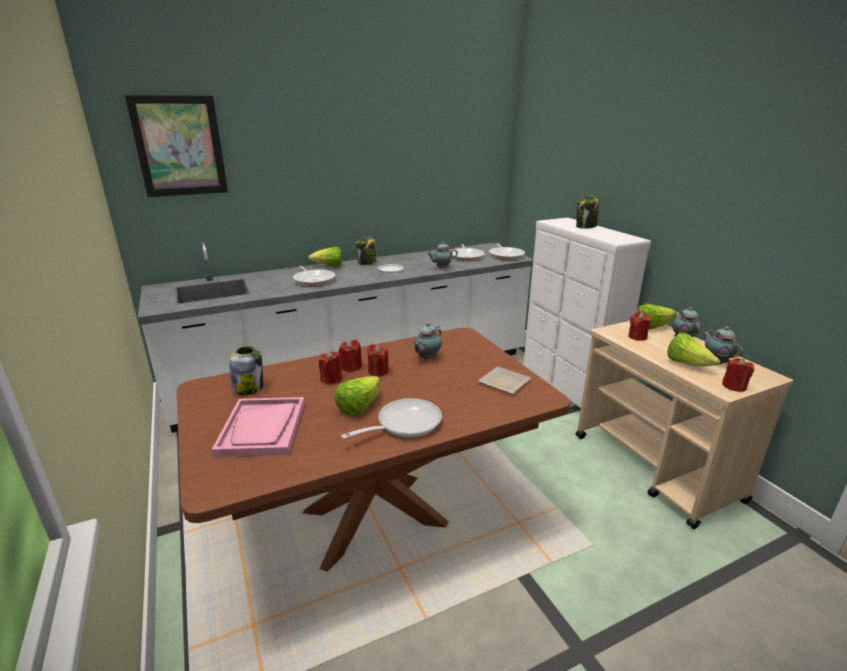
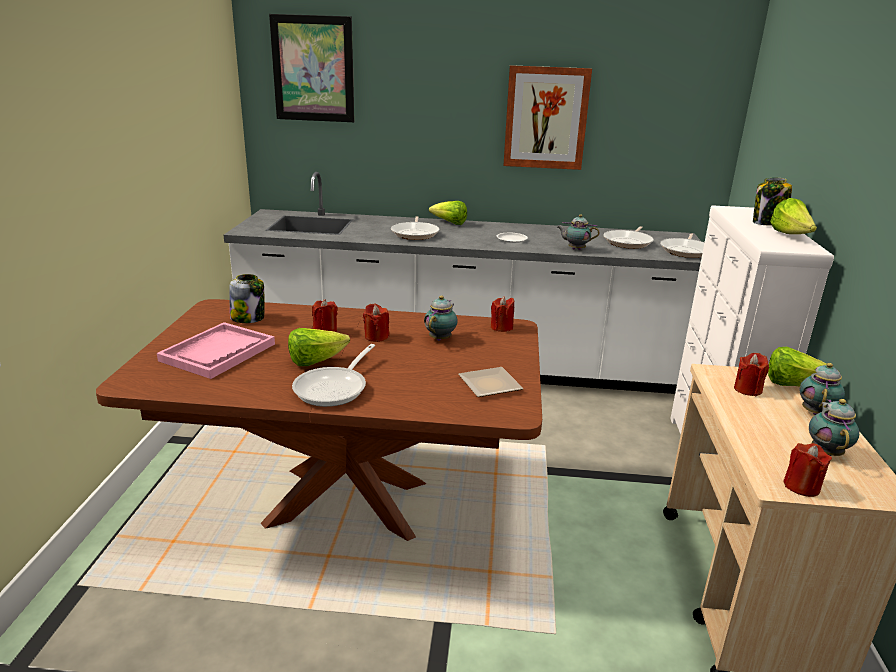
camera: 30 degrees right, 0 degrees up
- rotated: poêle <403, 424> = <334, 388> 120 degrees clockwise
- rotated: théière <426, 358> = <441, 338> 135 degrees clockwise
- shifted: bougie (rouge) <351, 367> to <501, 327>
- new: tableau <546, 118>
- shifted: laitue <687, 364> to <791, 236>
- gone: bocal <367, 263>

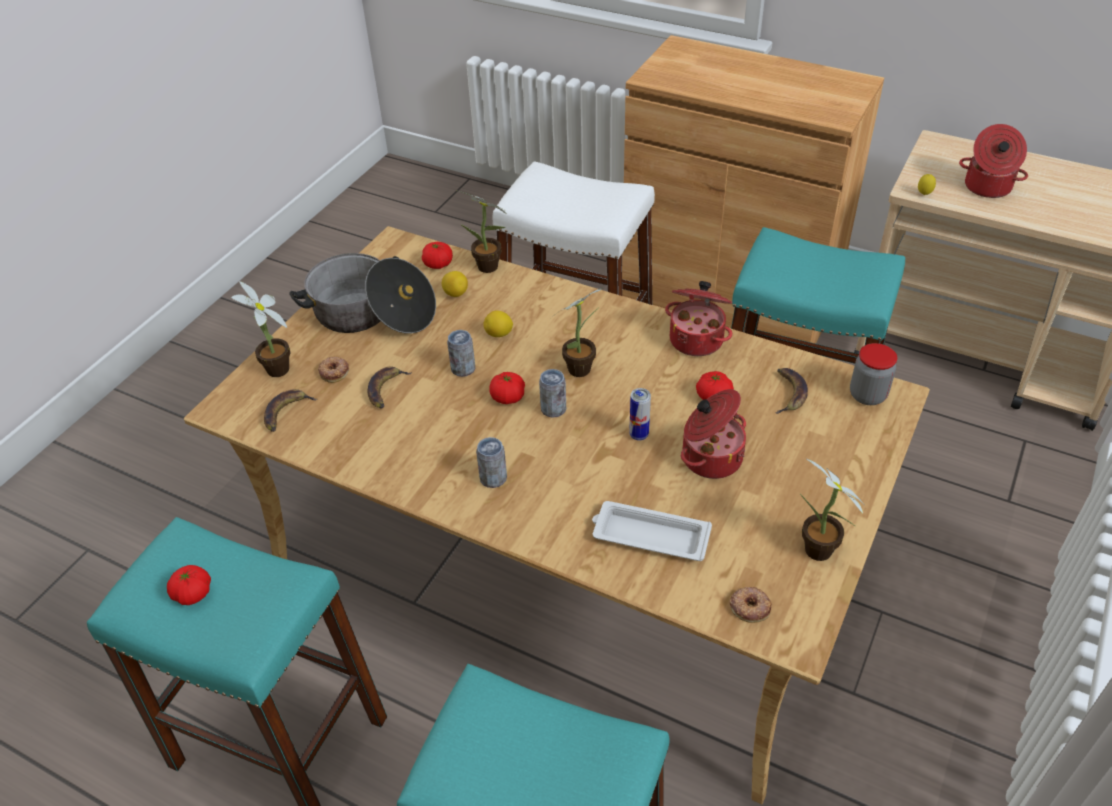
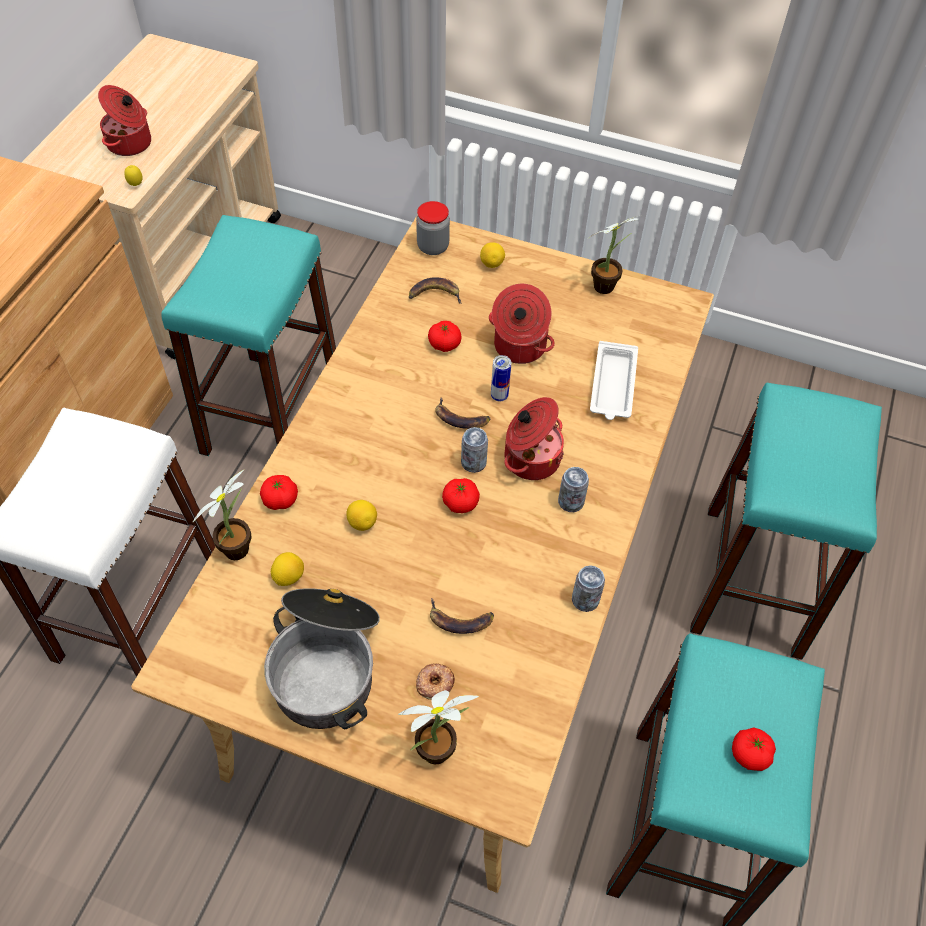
camera: 100 degrees left, 10 degrees up
- shifted: tomate <438, 264> to <280, 499>
- shifted: banane <286, 412> to <460, 418>
- new: citron <492, 264>
- shifted: marmite <697, 339> to <530, 458>
- shifted: boîte métallique <463, 369> to <585, 600>
- gone: plante en pot <583, 368>
- gone: beignet <750, 606>

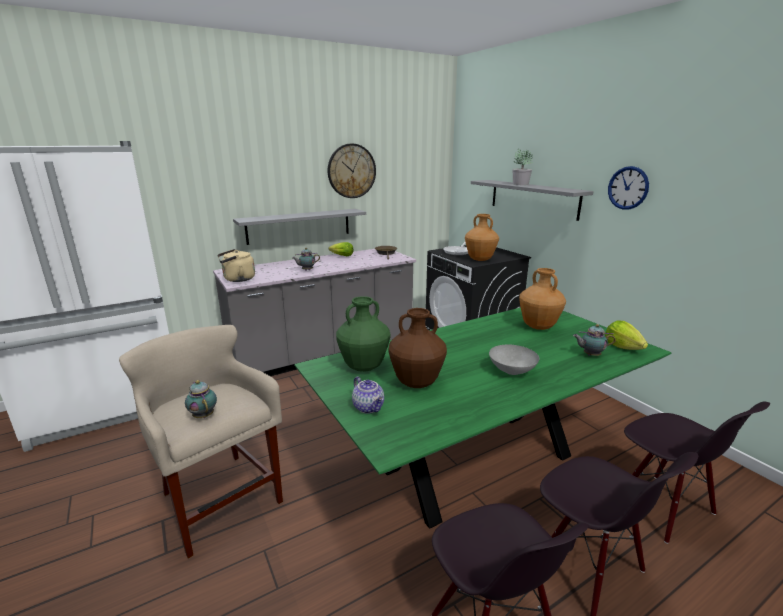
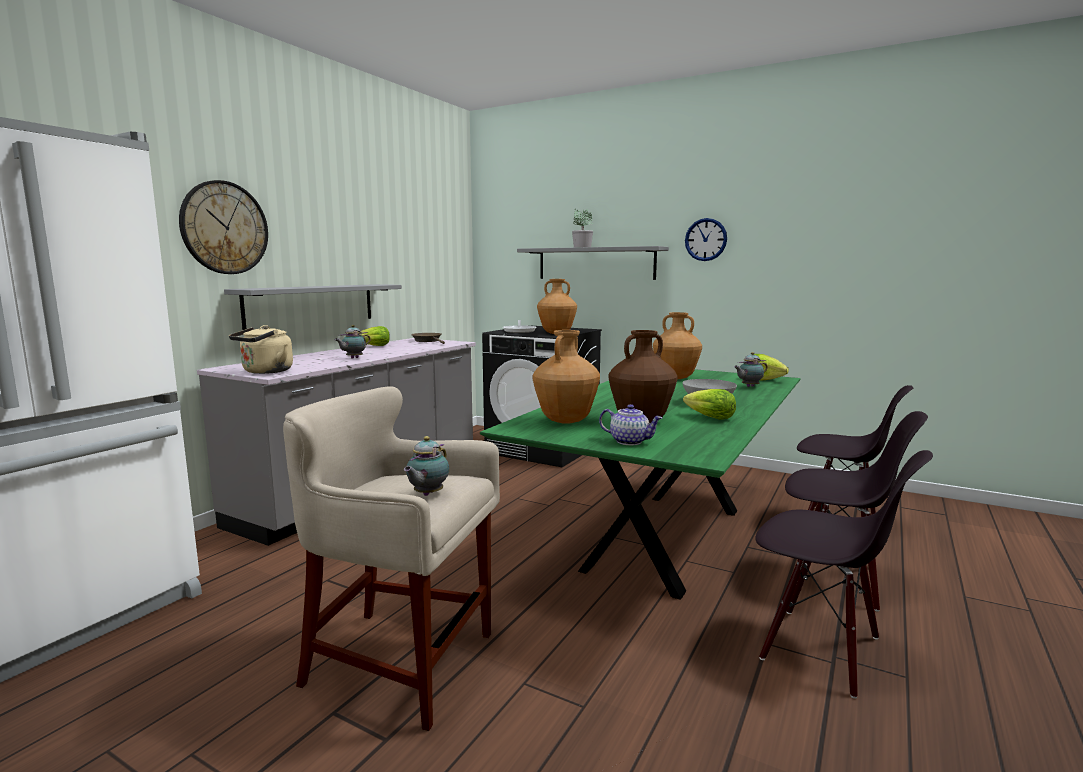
camera: 30 degrees left, 10 degrees down
- shifted: horloge murale <351, 171> to <224, 228>
- rotated: théière <203, 415> = <427, 494> 90 degrees counterclockwise
- repainted: vase (vert) <364, 367> to vase (marron) <566, 421>
- new: laitue <709, 417>

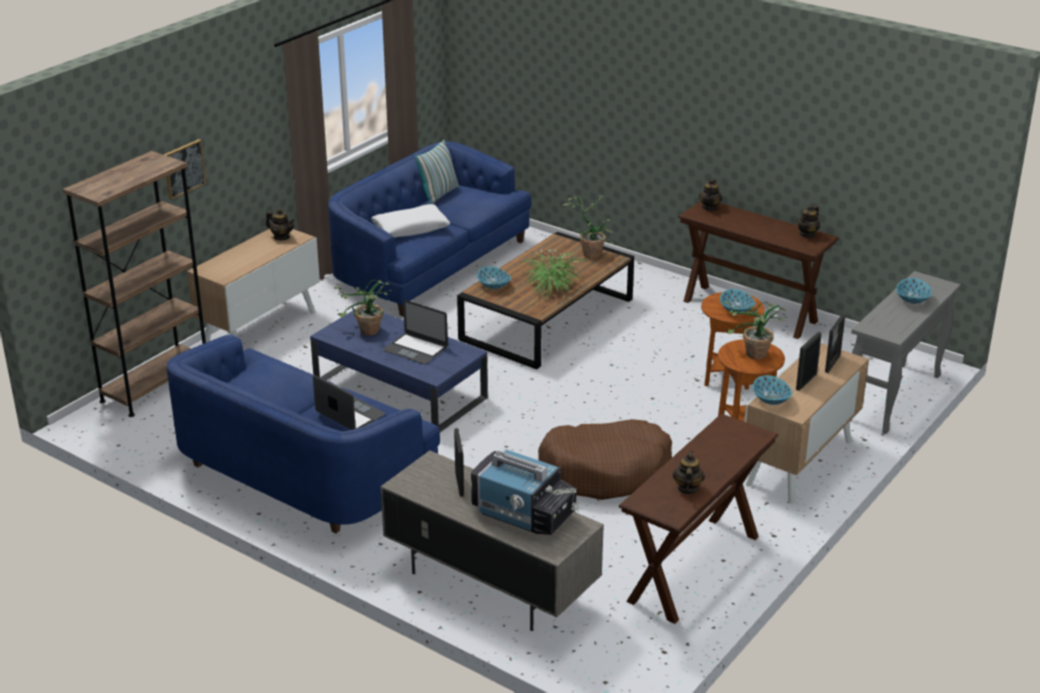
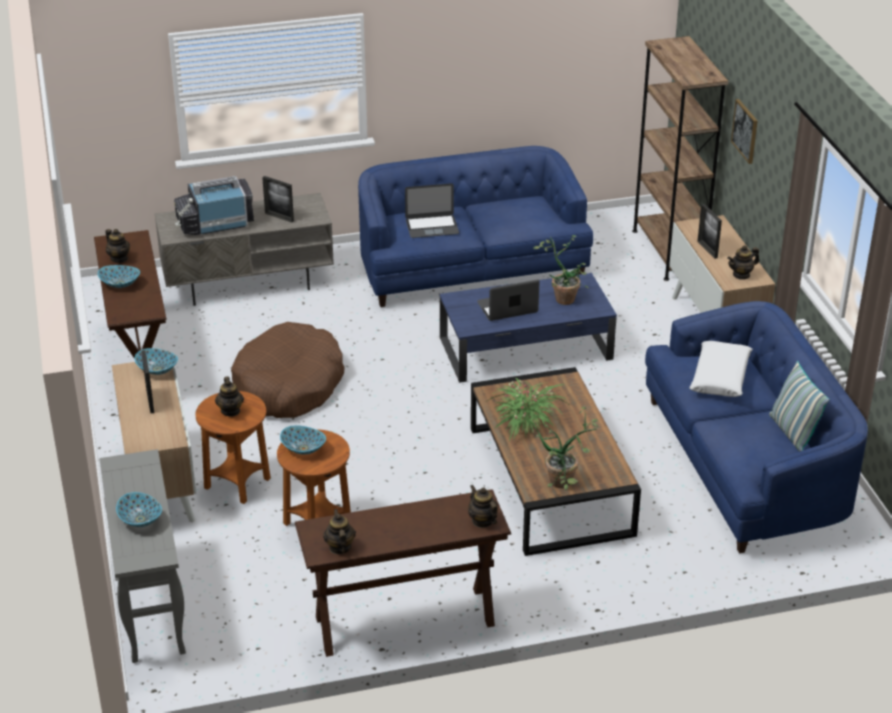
camera: 130 degrees right, 5 degrees up
- shifted: bol <494, 285> to <120, 284>
- swapped: plante en pot <751, 355> to théière <230, 411>
- shifted: cadre photo <832, 363> to <707, 249>

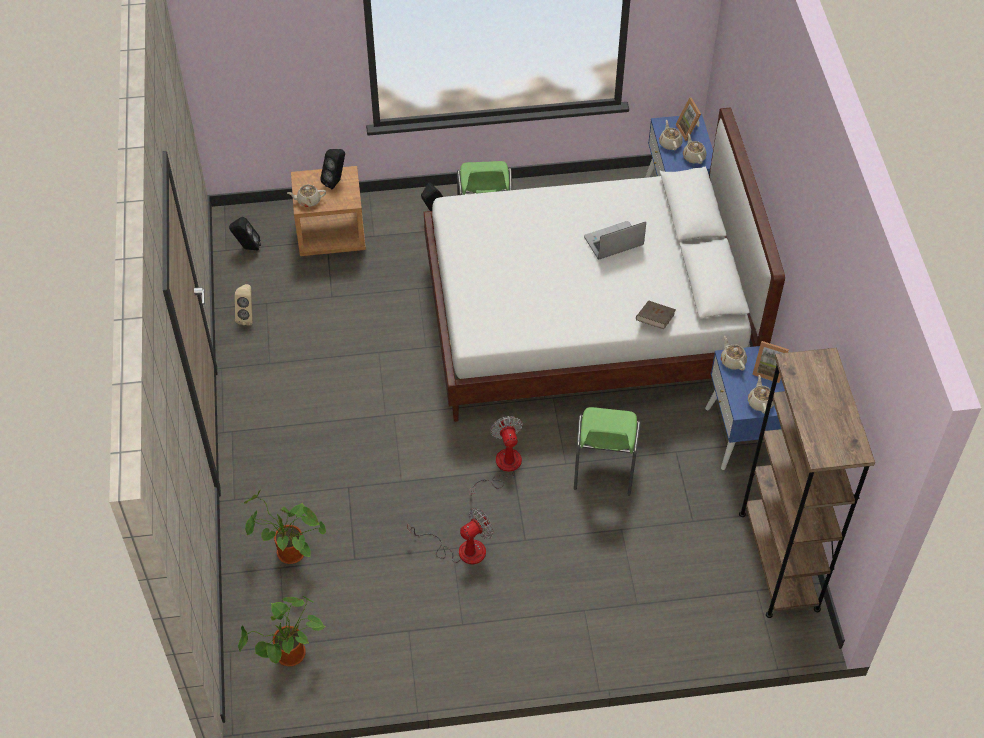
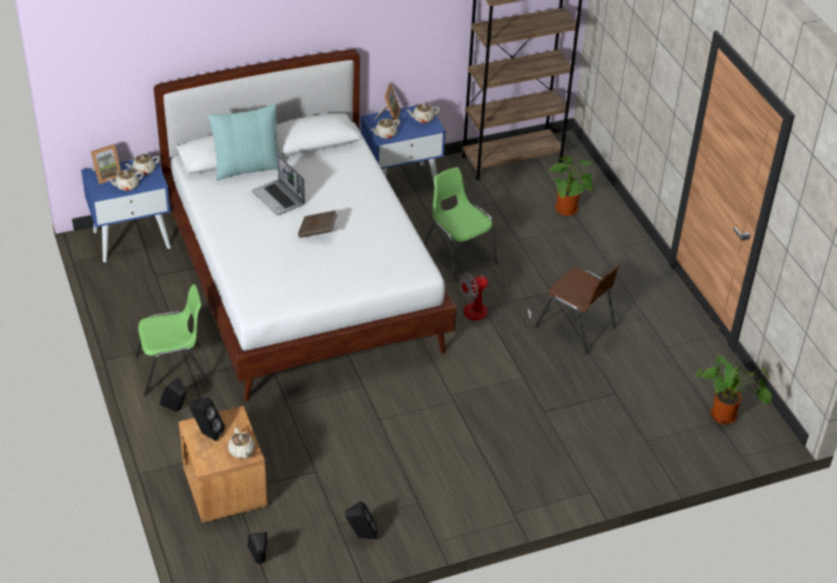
camera: 105 degrees left, 10 degrees down
- new: coussin <247, 167>
- shifted: livre (marron) <654, 321> to <317, 231>
- repainted: enceinte (beige) <248, 317> to enceinte (noir) <361, 536>
- rotated: chaise (vert) <604, 465> = <458, 255> 120 degrees counterclockwise
- swapped: ventilateur <461, 550> to chaise (marron) <576, 327>
- shifted: plante en pot <287, 553> to <568, 211>

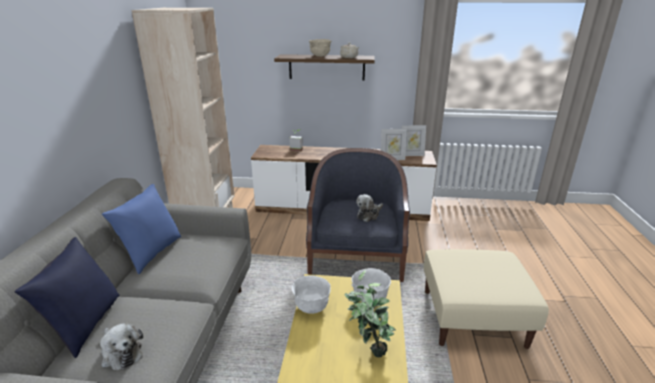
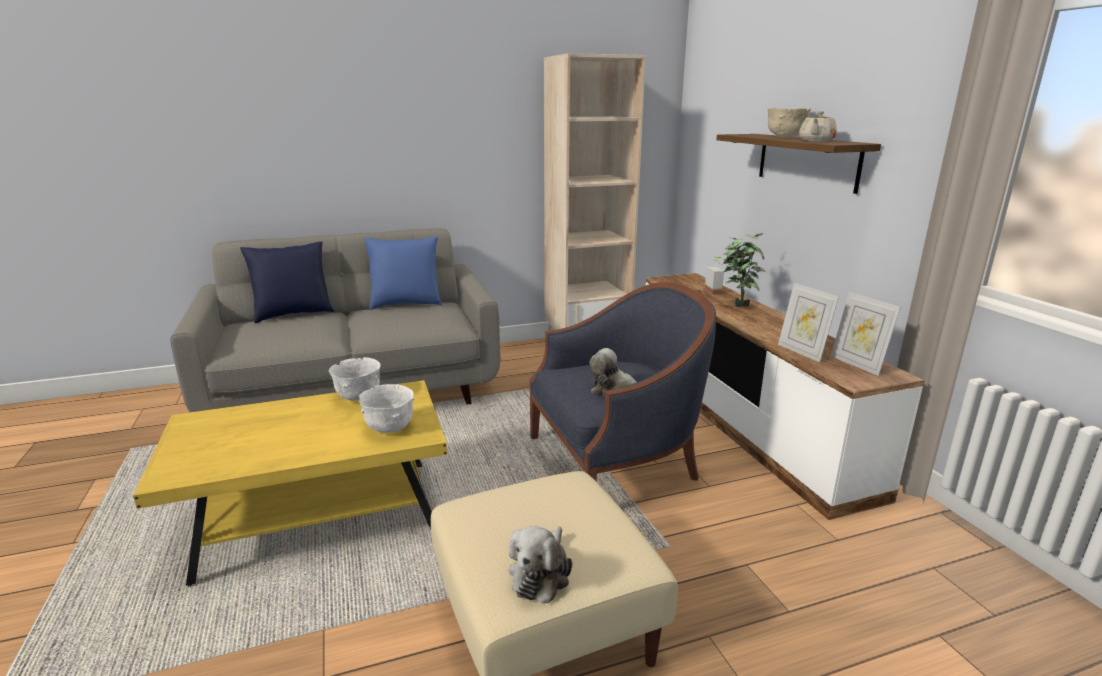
camera: 65 degrees right, 5 degrees down
- shifted: peluche <121, 353> to <541, 573>
- shifted: plante en pot <368, 350> to <738, 304>

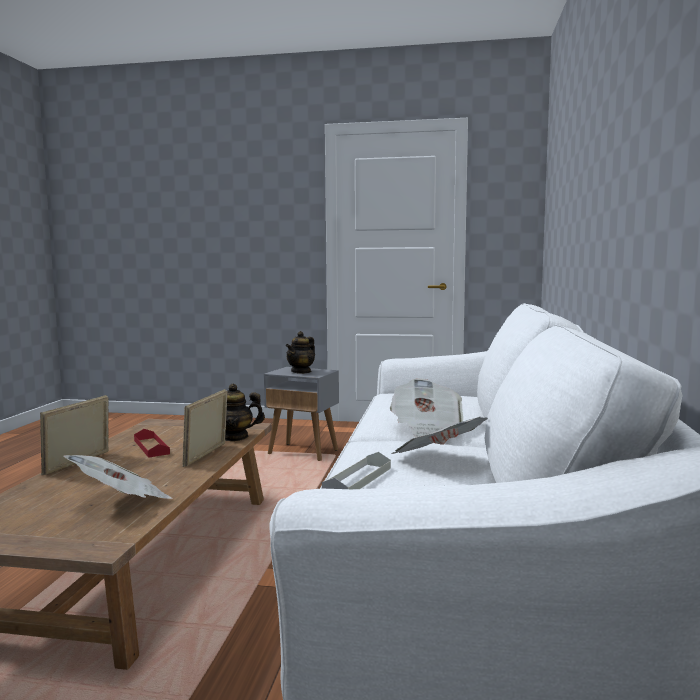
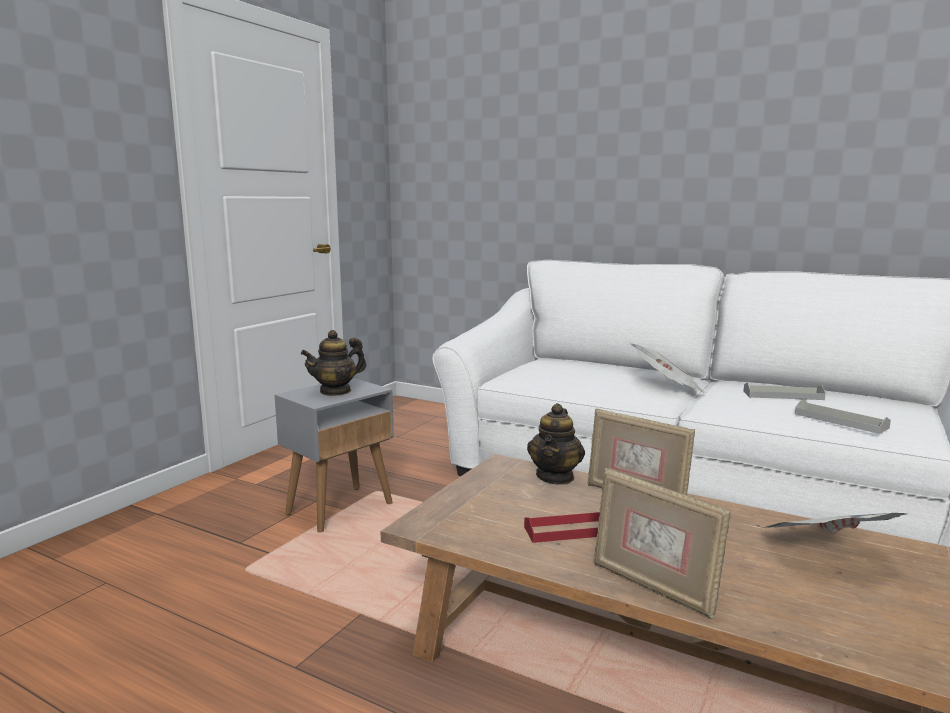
camera: 70 degrees left, 5 degrees up
- rotated: théière <301, 371> = <336, 391> 90 degrees clockwise
- swapped: journal <437, 461> to plateau (gris) <783, 395>

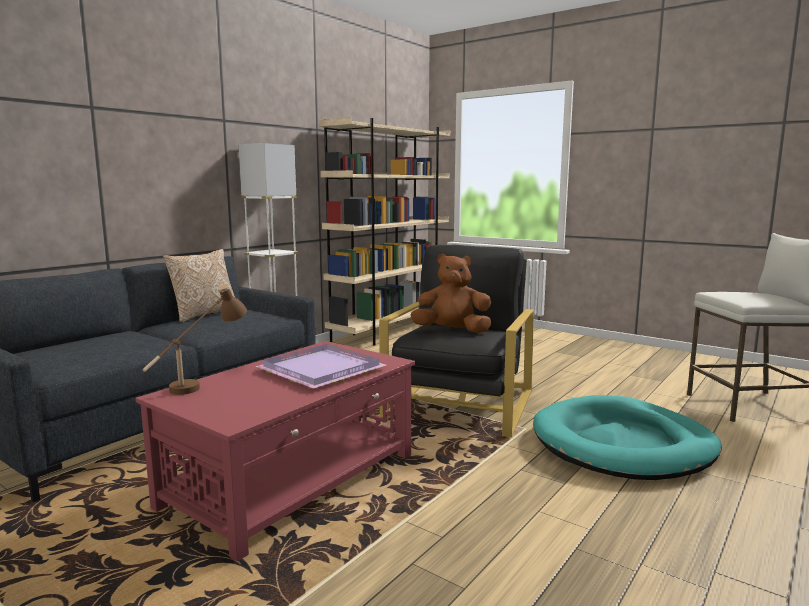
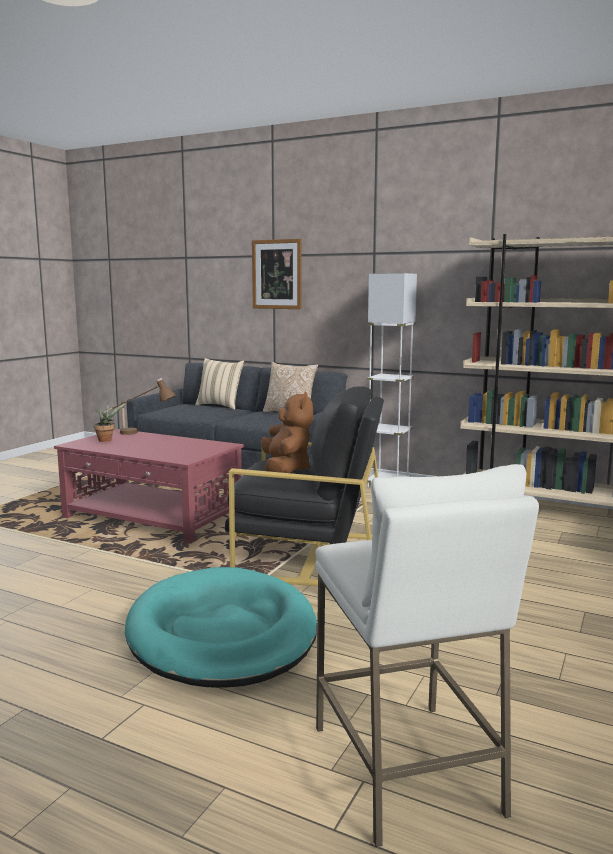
camera: 80 degrees right, 0 degrees up
- new: plante en pot <106, 440>
- new: coussin (beige) <220, 406>
- new: tableau <277, 274>
- gone: plateau (violet) <319, 370>

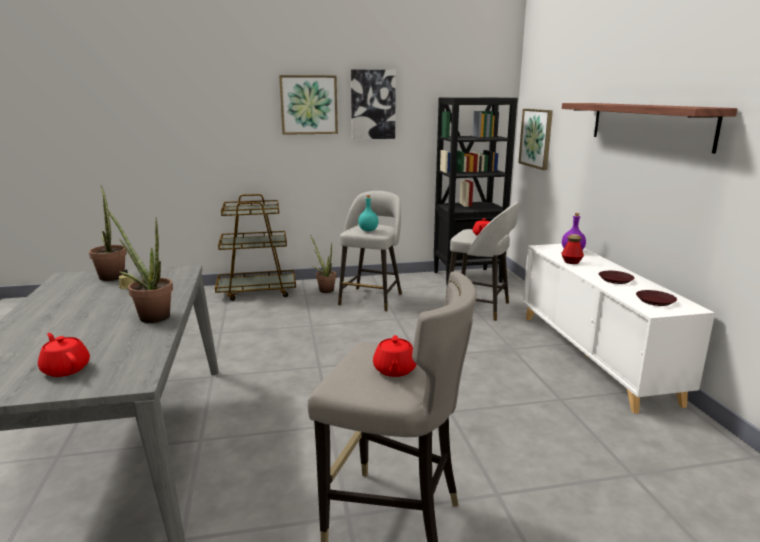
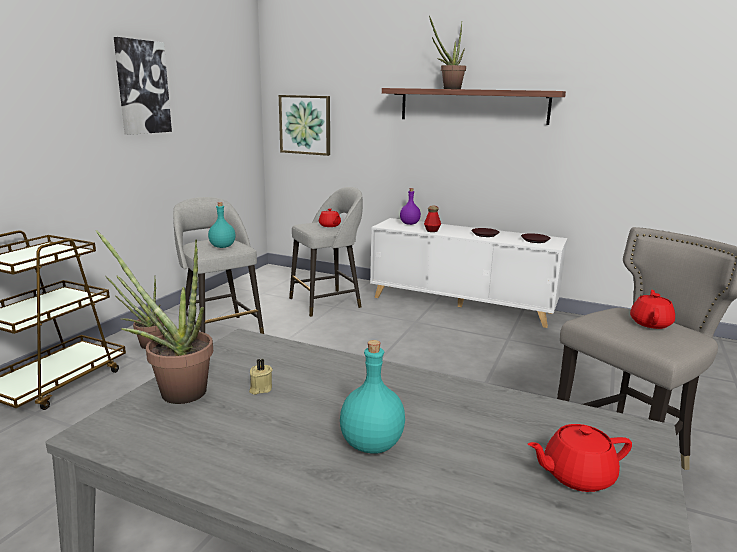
camera: 55 degrees left, 0 degrees up
- new: bouteille (turquoise) <370, 444>
- shifted: plante en pot <150, 316> to <448, 88>
- rotated: théière (rouge) <394, 370> = <650, 323> 105 degrees counterclockwise
- gone: tableau <309, 105>
- gone: bibliothèque (noir) <468, 277>

